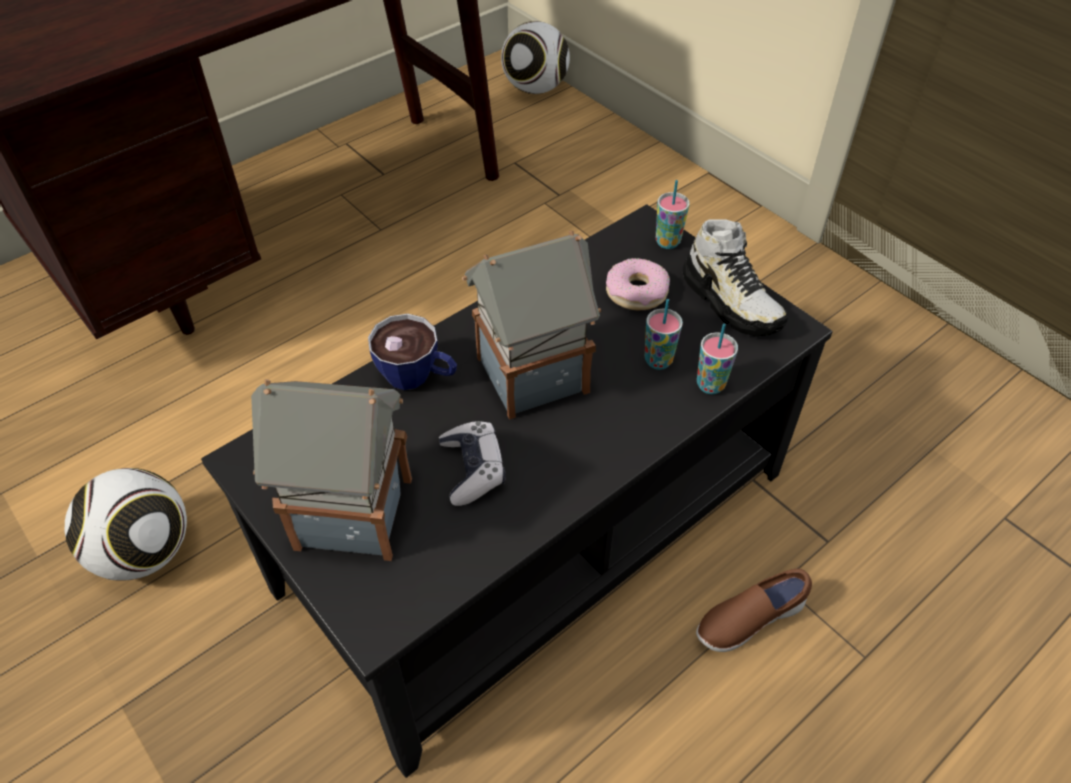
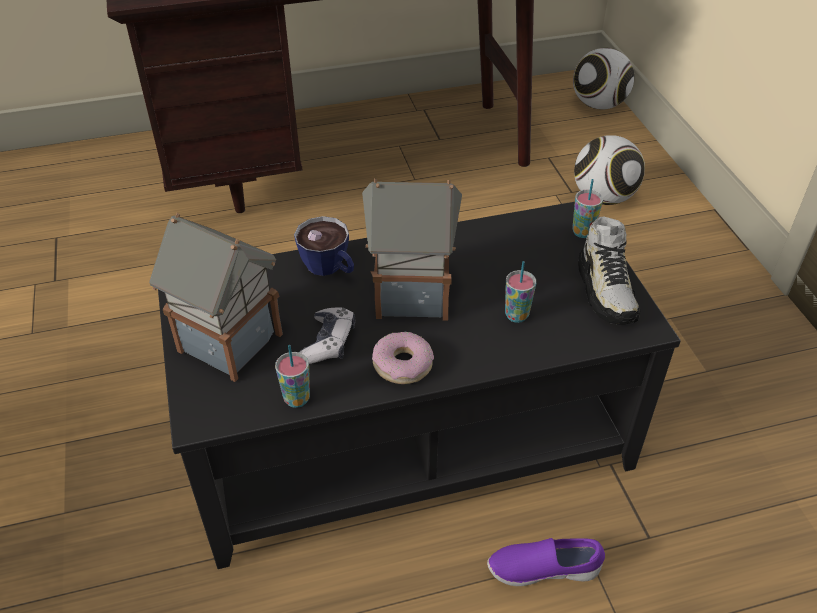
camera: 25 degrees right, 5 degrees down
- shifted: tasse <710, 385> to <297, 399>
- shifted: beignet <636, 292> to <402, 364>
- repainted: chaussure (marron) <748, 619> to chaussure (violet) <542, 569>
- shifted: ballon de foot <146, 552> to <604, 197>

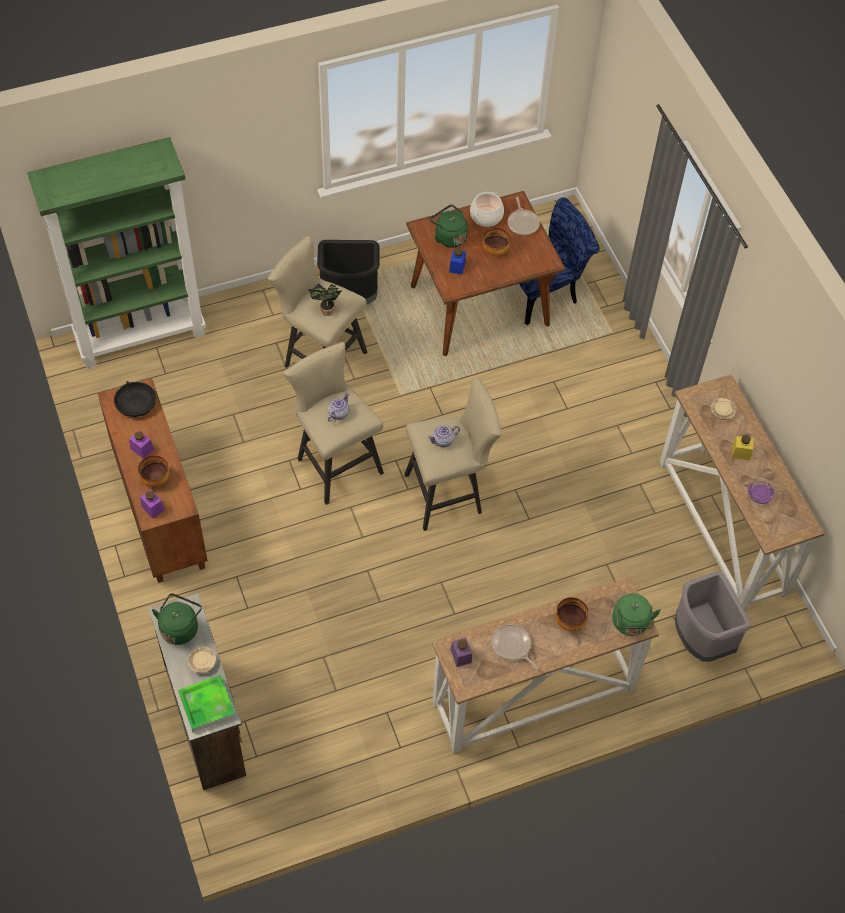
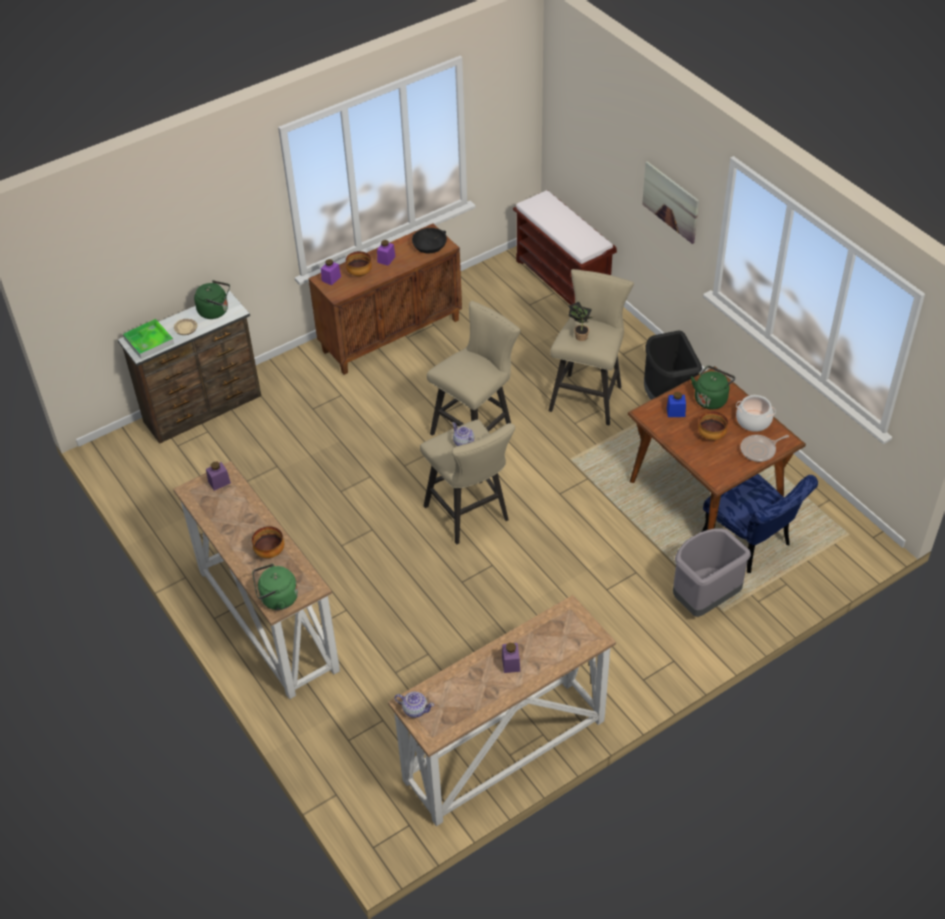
camera: 80 degrees right, 10 degrees down
- shifted: théière <338, 413> to <415, 709>
- repainted: bocal (jaune) <741, 453> to bocal (violet) <511, 663>
- swapped: bibliothèque (vert) <141, 335> to banc (marron) <563, 281>
- new: tableau <670, 202>
- shifted: poubelle (gris) <701, 639> to <703, 599>
- gone: poêle <512, 646>
- gone: assiette (beige) <722, 411>
- gone: assiette (violet) <759, 495>

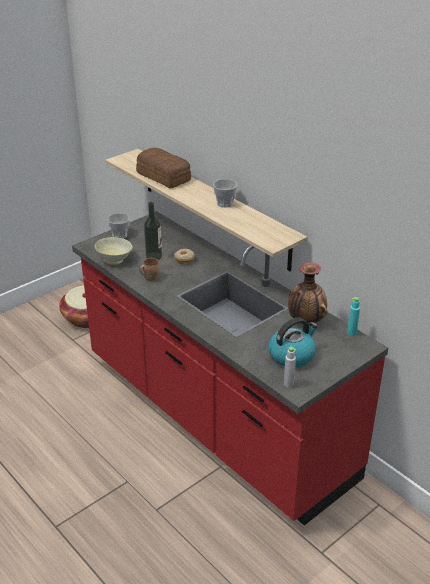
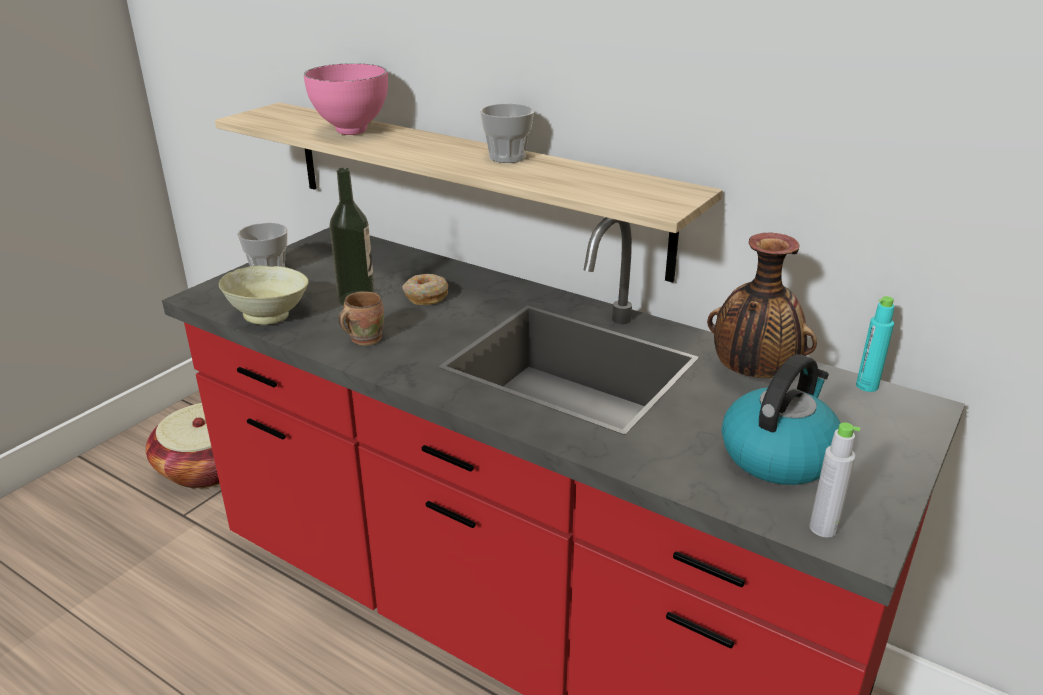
camera: 15 degrees left, 5 degrees down
- swapped: pain <163, 176> to bol (rose) <352, 131>

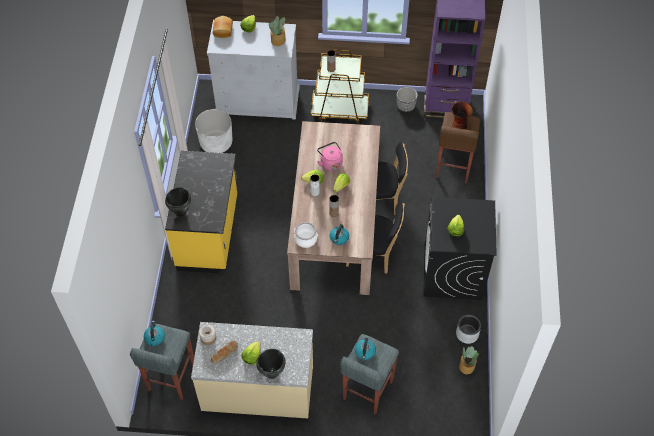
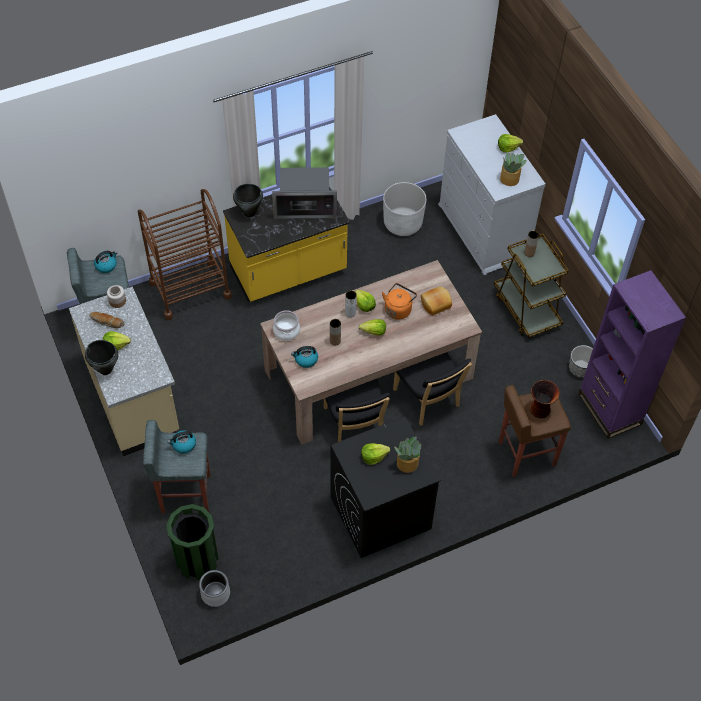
camera: 60 degrees right, 0 degrees up
- new: chariot (marron) <190, 289>
- new: poubelle (vert) <197, 560>
- shifted: cache-pot (gris) <467, 334> to <215, 593>
- new: micro-ondes <305, 206>
- repainted: bouilloire (rose) <330, 163> to bouilloire (orange) <398, 309>
- shifted: plante en pot <466, 367> to <407, 463>
- shifted: pain <222, 30> to <435, 303>

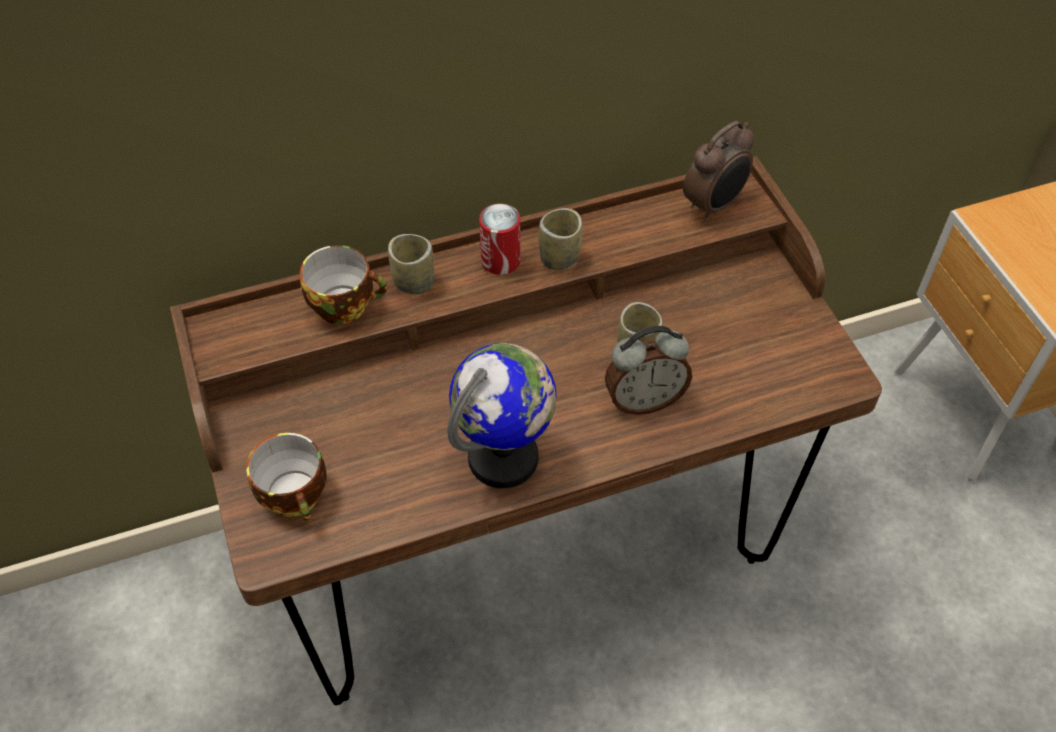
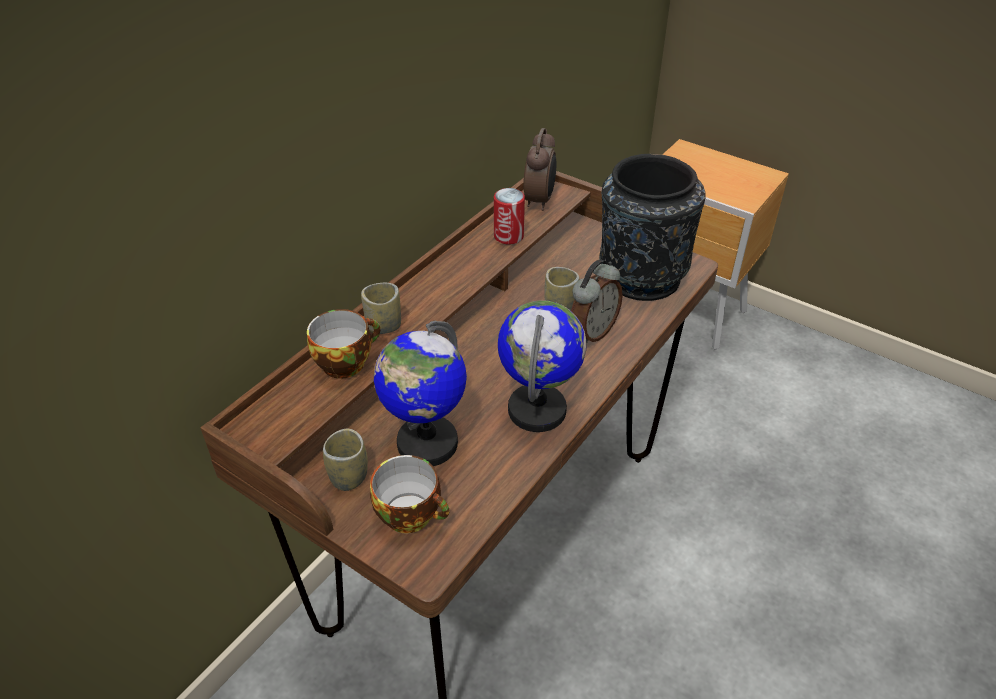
camera: 35 degrees left, 10 degrees down
- shifted: tasse <559, 257> to <349, 476>
- new: globe <426, 443>
- shifted: boîte métallique <500, 261> to <508, 236>
- new: vase (noir) <640, 277>

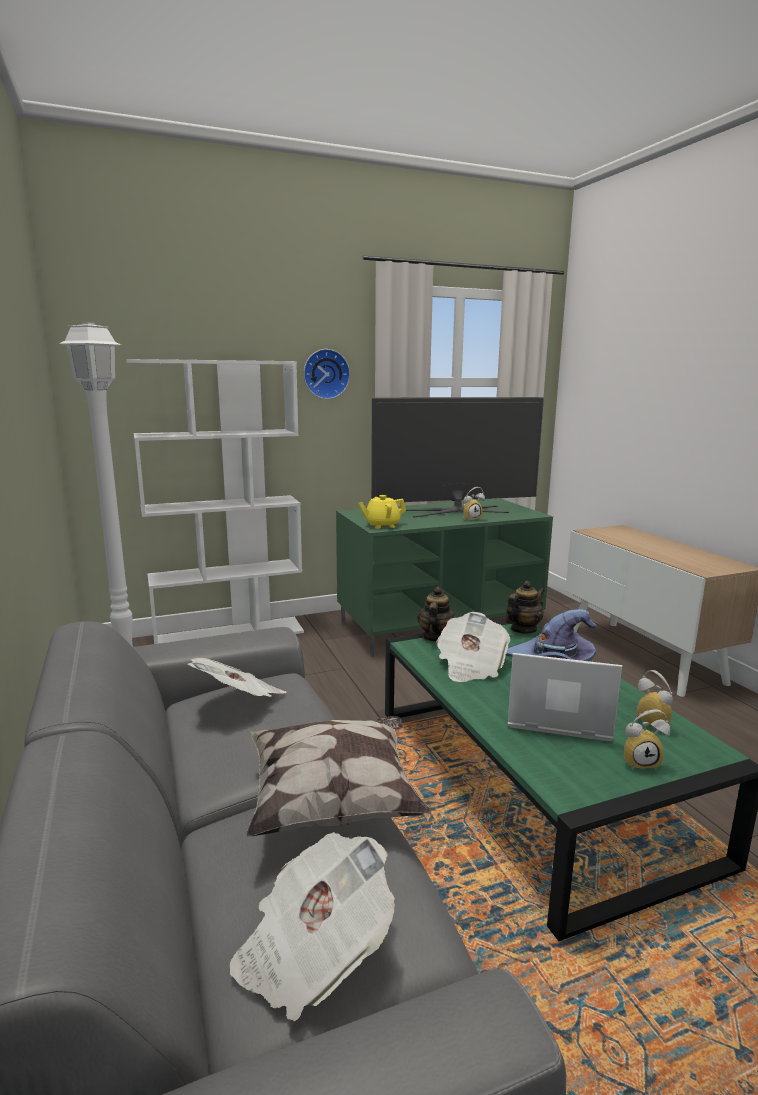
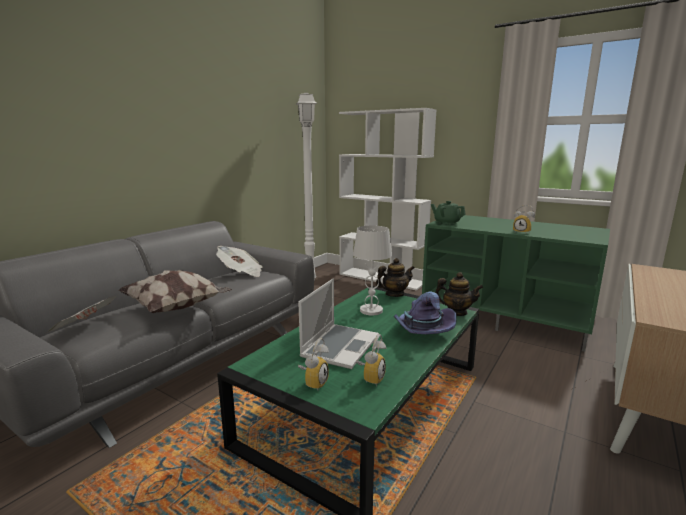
camera: 55 degrees right, 0 degrees up
- rotated: ordinateur portable <556, 717> = <340, 346> 45 degrees clockwise
- rotated: réveil <640, 761> = <313, 383> 120 degrees counterclockwise
- swapped: journal <470, 666> to lampe de table (blanc) <371, 310>
- repainted: théière (jaune) <382, 525> to théière (vert) <446, 223>
- gone: horloge murale <325, 374>
- gone: téléviseur <456, 511>

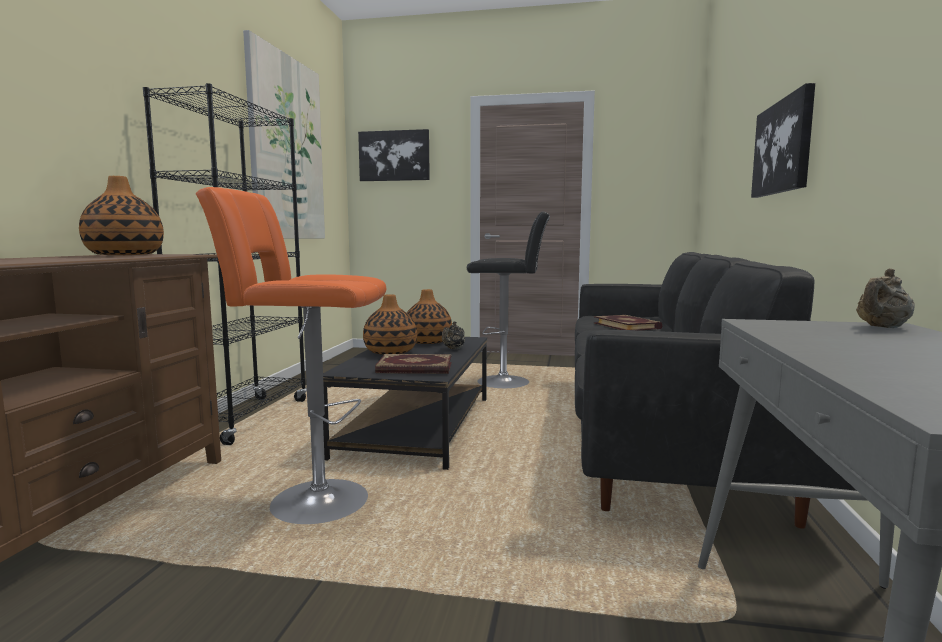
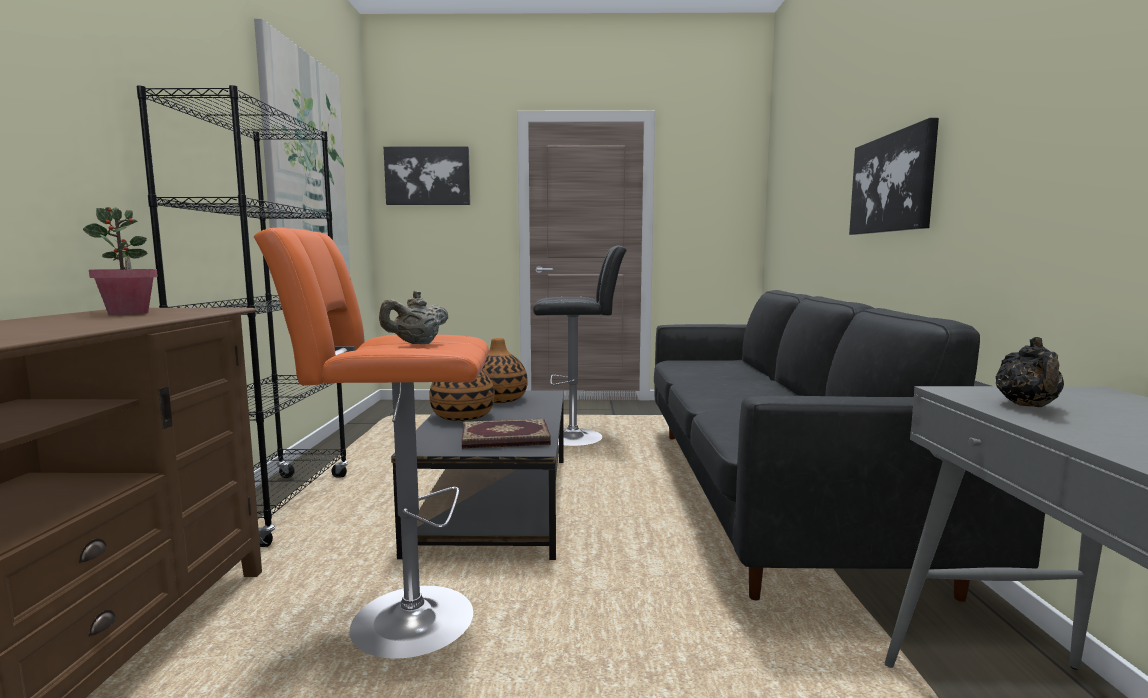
camera: 10 degrees left, 0 degrees up
- swapped: vase <125, 255> to plante en pot <128, 313>
- shifted: théière (beige) <882, 327> to <416, 344>
- shifted: théière (noir) <453, 349> to <1027, 406>
- gone: livre <627, 326>

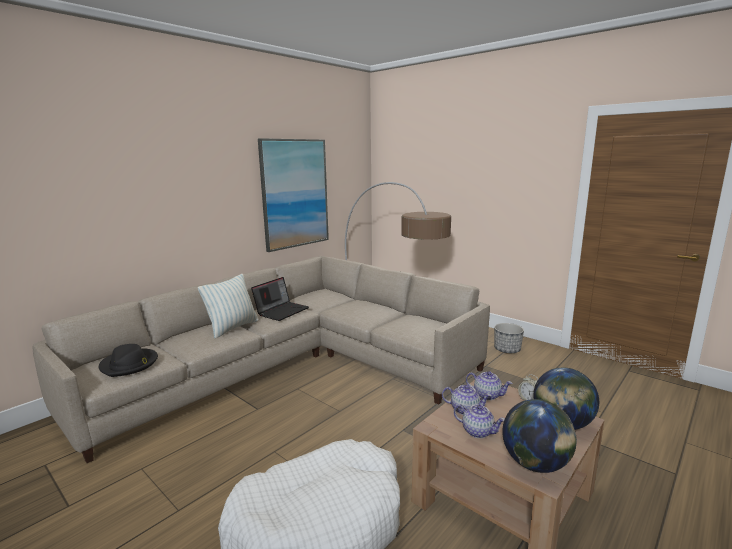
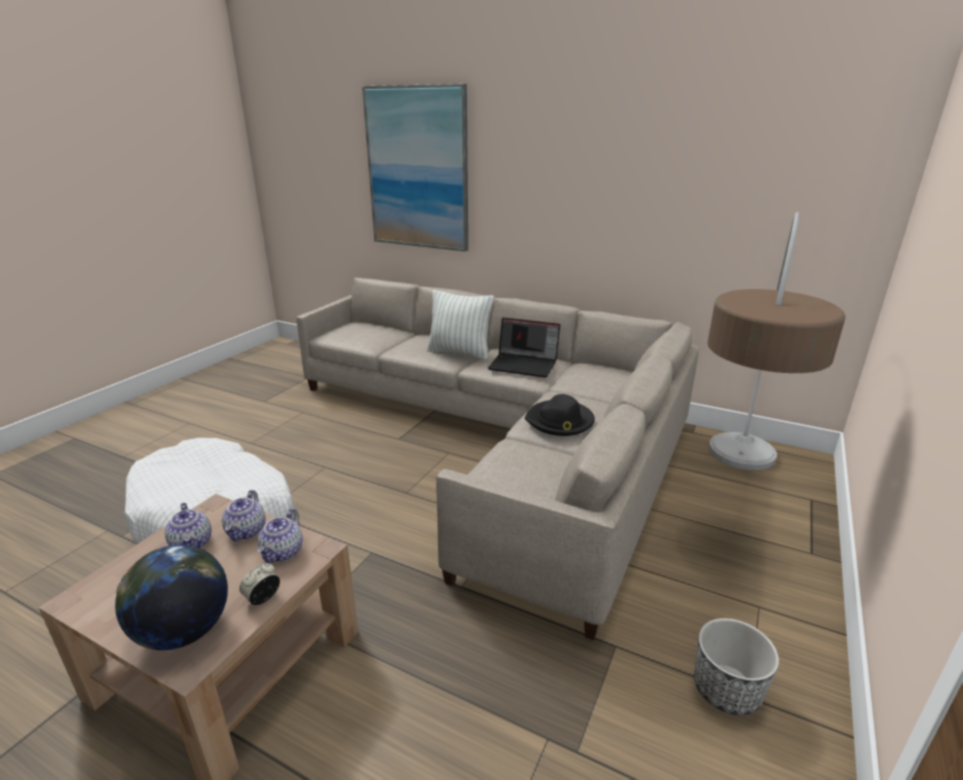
camera: 75 degrees right, 10 degrees up
- rotated: théière <478, 431> = <192, 543> 45 degrees counterclockwise
- shifted: tableau <295, 193> to <417, 169>
- shifted: chapeau (noir) <129, 364> to <560, 421>
- gone: globe <535, 464>

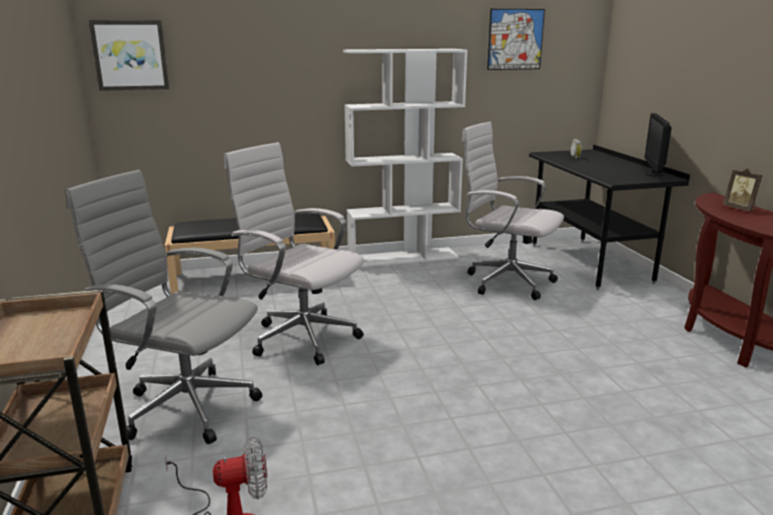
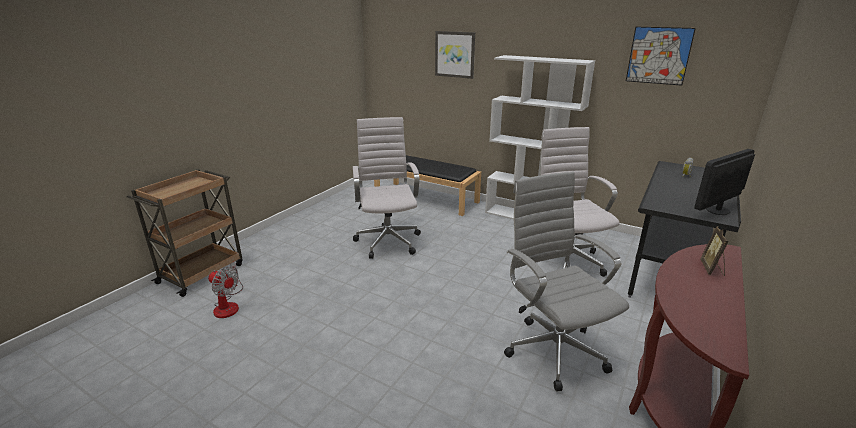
camera: 45 degrees right, 5 degrees up
- shifted: tableau <130, 55> to <455, 54>
- shifted: chaise de bureau (gris) <184, 406> to <552, 349>

